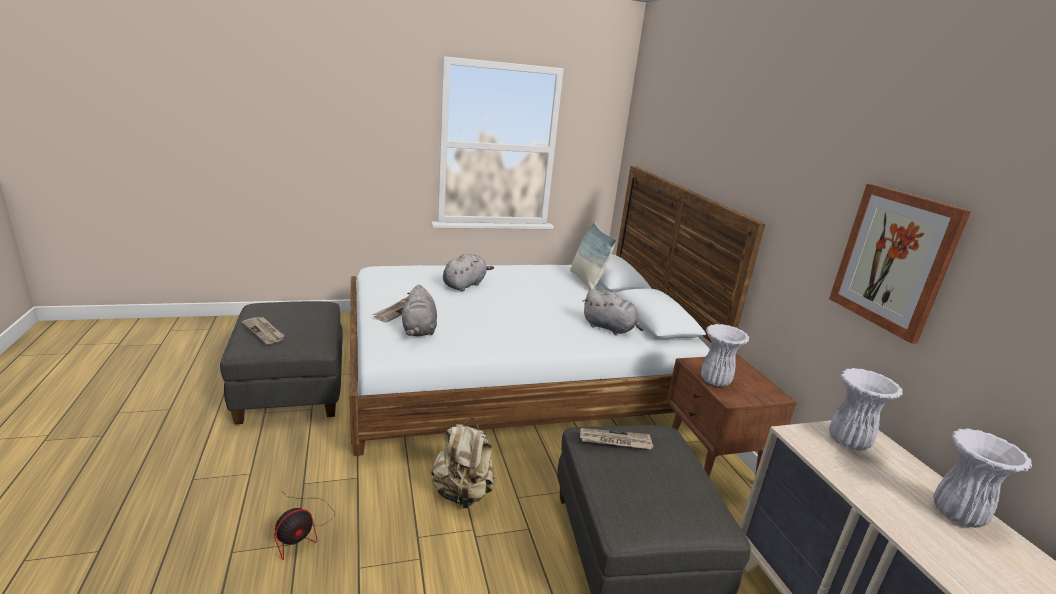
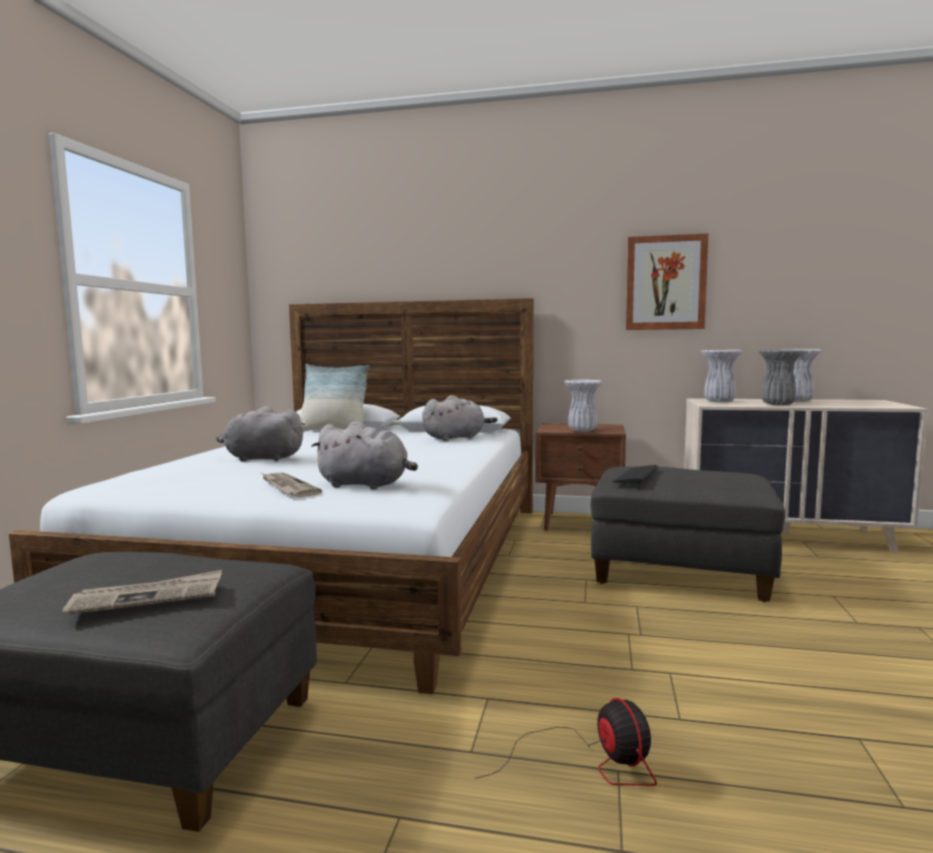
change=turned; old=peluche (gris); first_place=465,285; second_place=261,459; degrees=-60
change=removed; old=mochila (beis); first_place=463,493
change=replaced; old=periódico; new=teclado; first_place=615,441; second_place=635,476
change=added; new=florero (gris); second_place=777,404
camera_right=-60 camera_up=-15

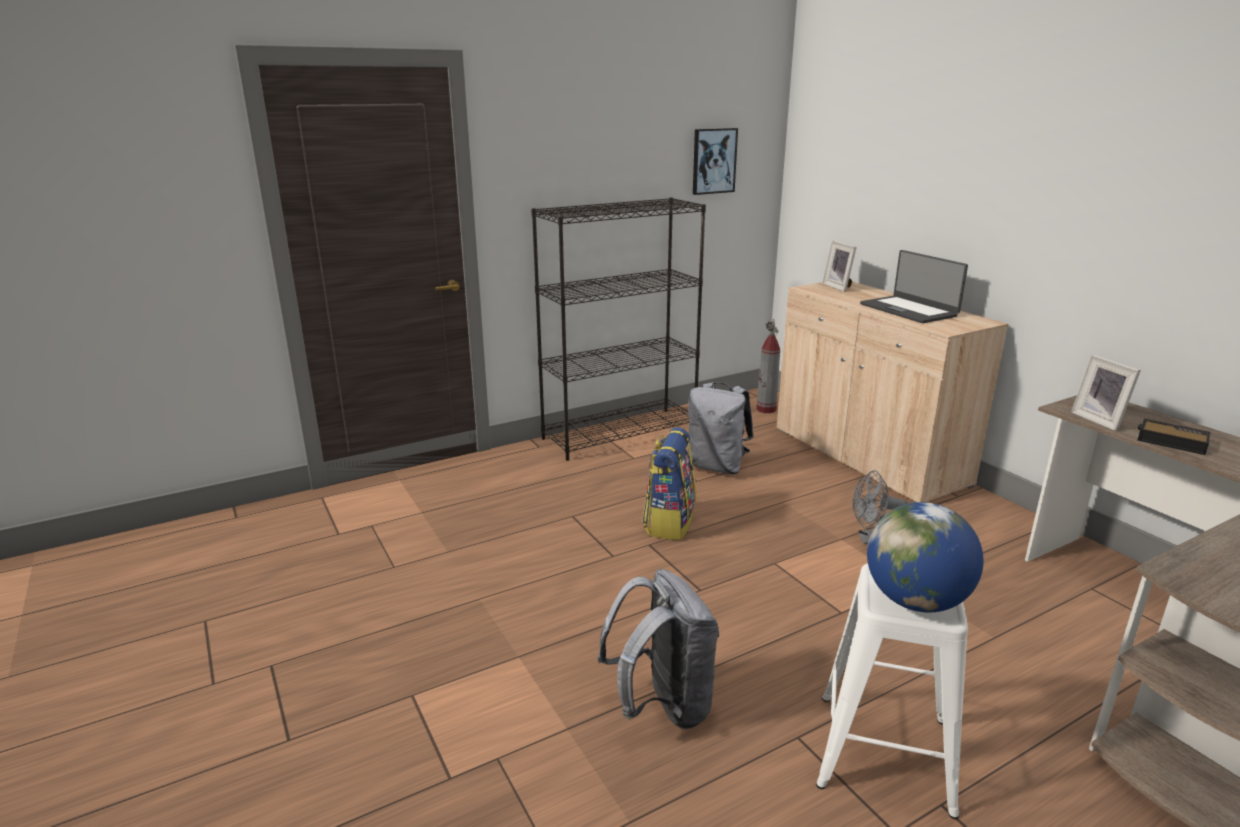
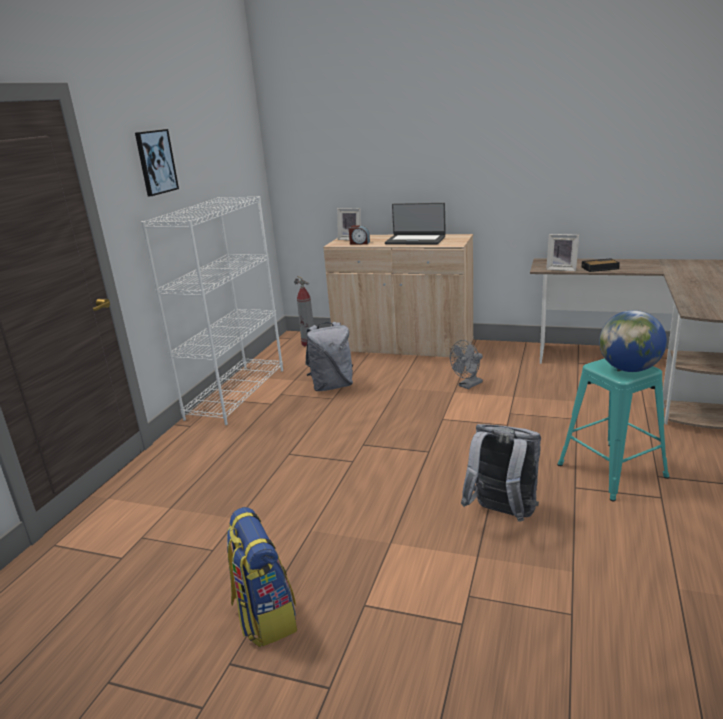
change=moved; old=cuadro; first_place=713,161; second_place=156,162
change=recoloured; old=estantería (negro); new=estantería (blanco); first_place=620,433; second_place=236,393
change=moved; old=mochila; first_place=668,522; second_place=264,615
change=recoloured; old=taburete (blanco); new=taburete (turquesa); first_place=882,752; second_place=611,471
change=added; new=despertador; second_place=359,243
camera_right=-40 camera_up=0

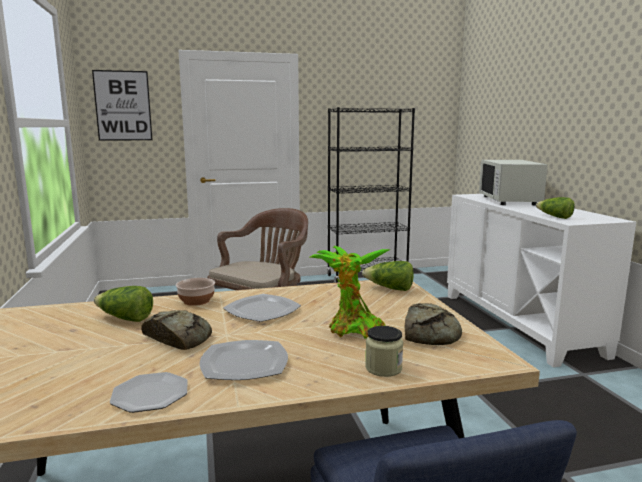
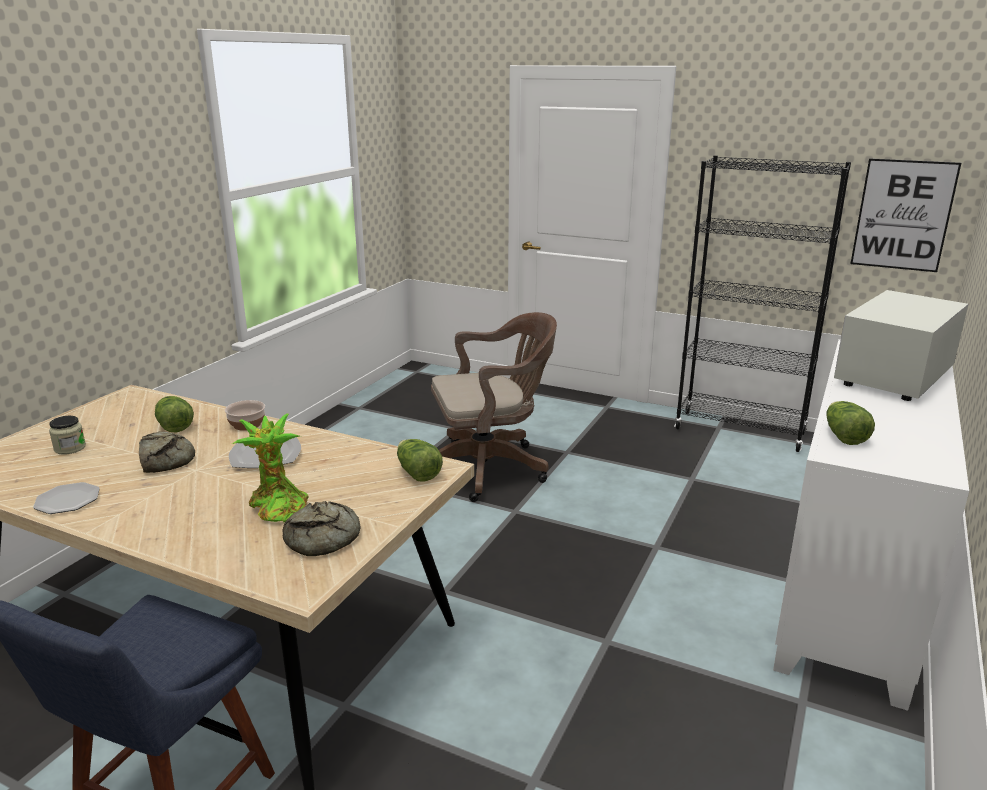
change=moved; old=cuadro; first_place=123,106; second_place=903,215
change=moved; old=tarro; first_place=383,368; second_place=70,448
change=removed; old=plato; first_place=245,363
camera_right=40 camera_up=10

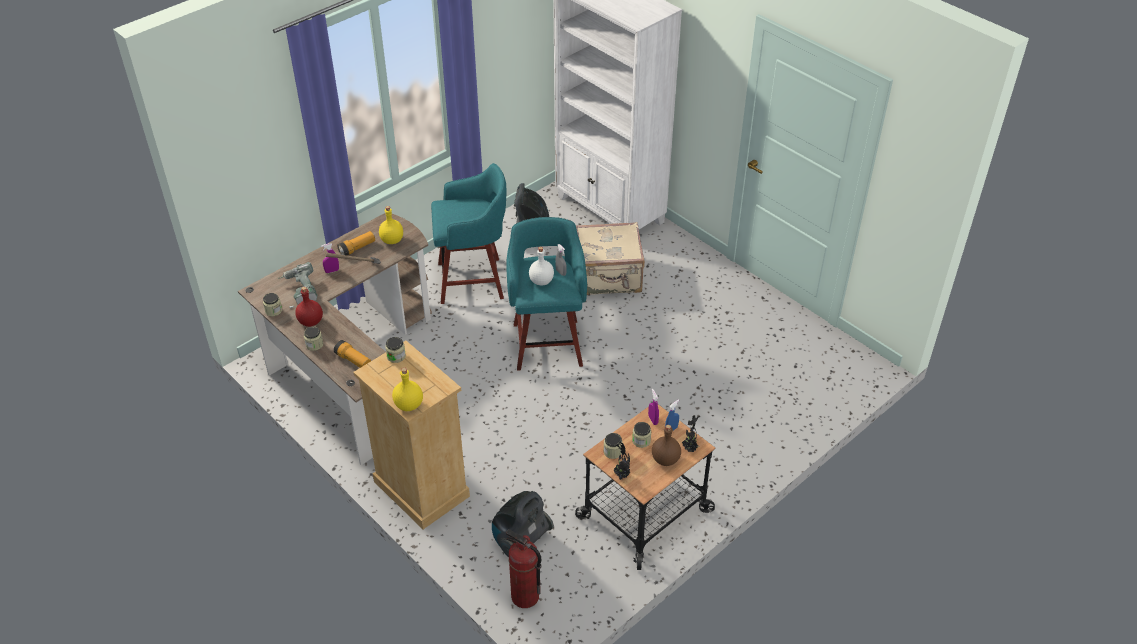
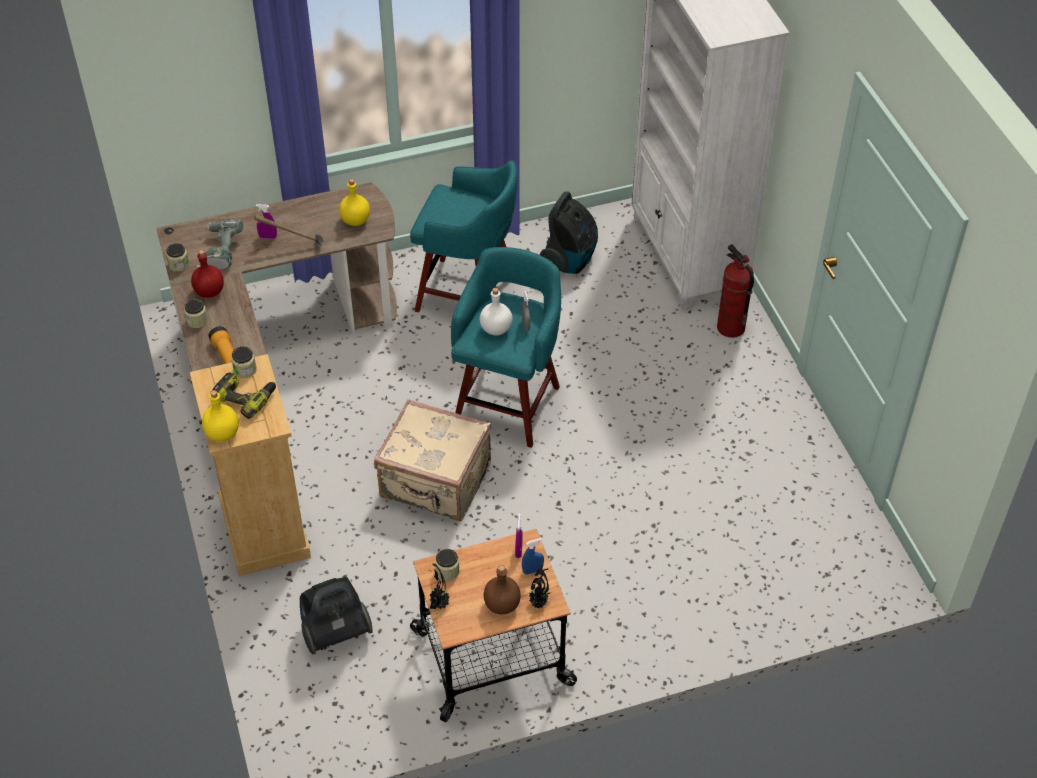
change=moved; old=maleta (beis); first_place=609,277; second_place=435,483
change=removed; old=linterna; first_place=357,248
change=removed; old=tarro; first_place=641,440
change=moved; old=extintor; first_place=525,596; second_place=730,327
change=added; new=taladro; second_place=246,398
camera_right=25 camera_up=5

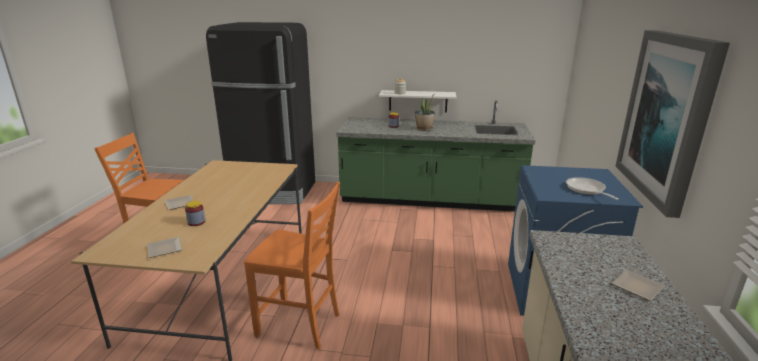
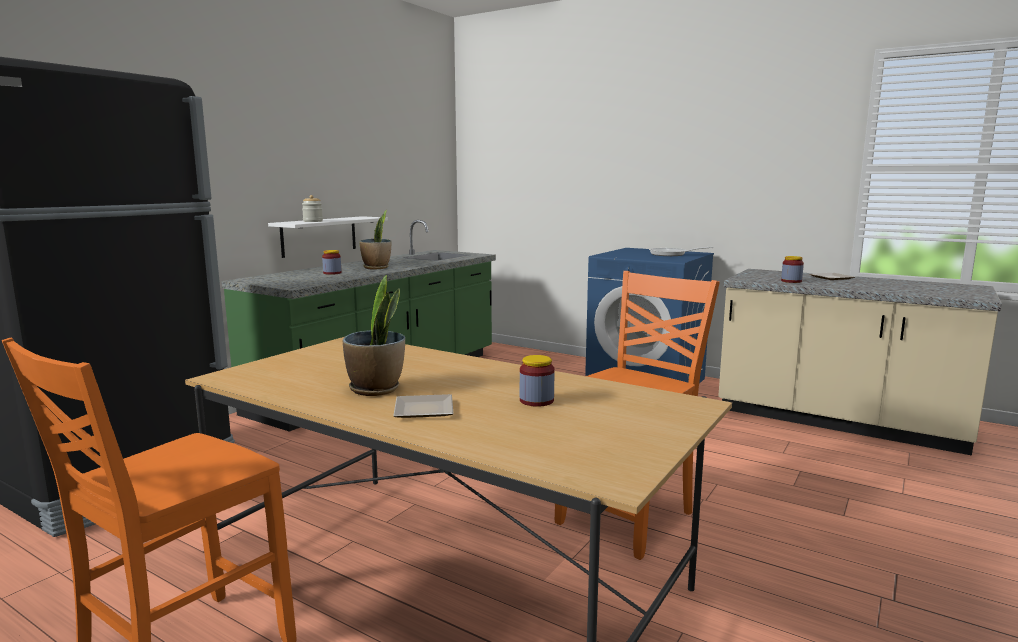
change=removed; old=cuadro; first_place=667,117
change=removed; old=plato; first_place=165,248
change=added; new=tarro; second_place=791,281
change=added; new=planta en maceta; second_place=376,389
camera_right=-65 camera_up=-10

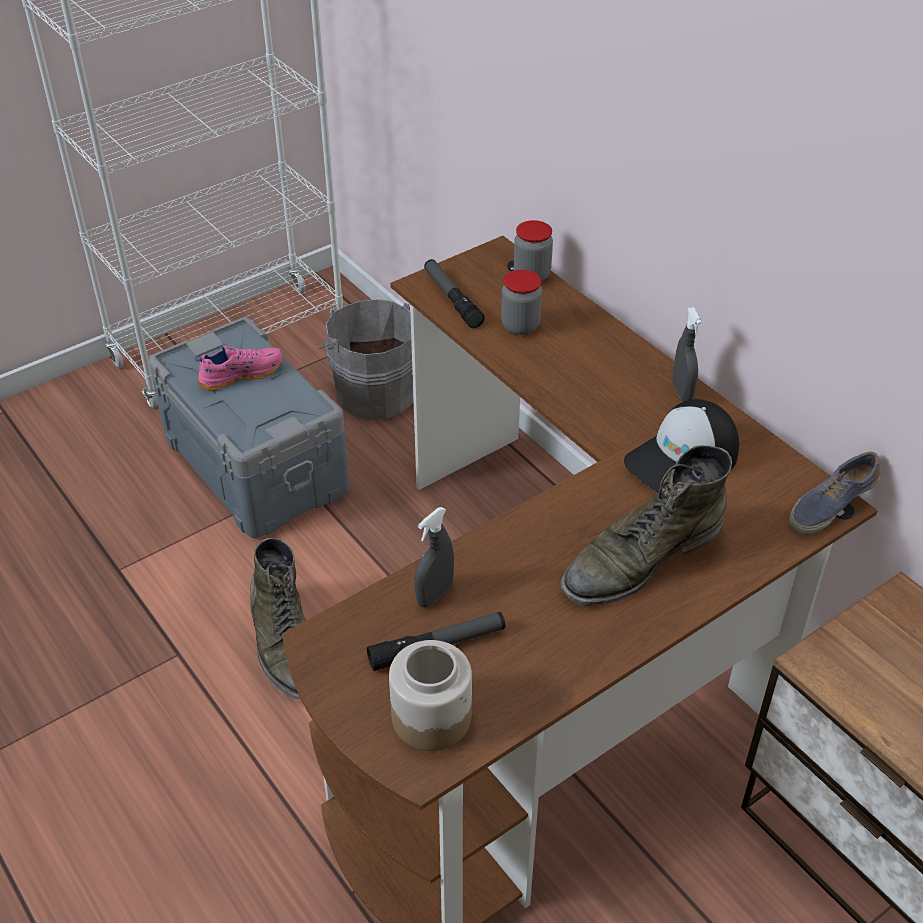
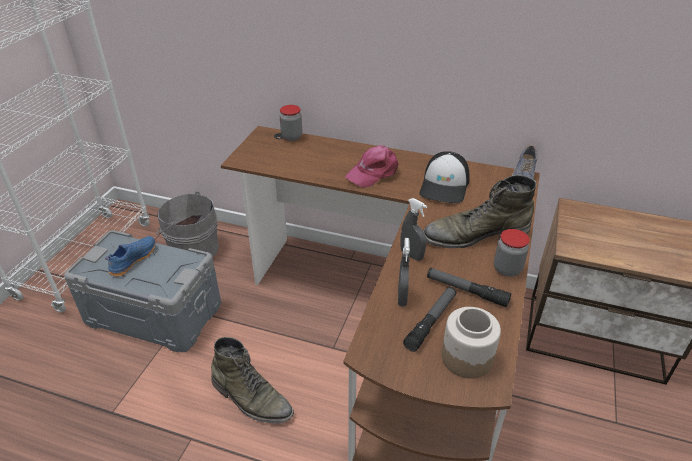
change=moved; old=linterna; first_place=452,299; second_place=466,291
change=moved; old=tarro; first_place=520,326; second_place=507,269
change=moved; old=pulverizador (gris); first_place=682,391; second_place=411,255
change=recoloured; old=zapato (rosa); new=zapato (azul); first_place=241,374; second_place=132,260
change=turned; old=bota (verde); first_place=640,558; second_place=475,234; degrees=60
change=added; new=gorra (rosa); second_place=373,172
camera_right=-35 camera_up=-5

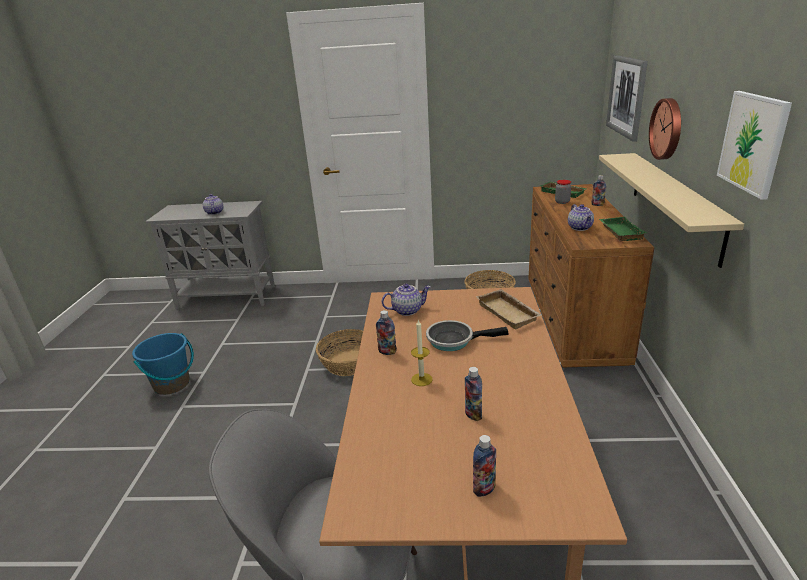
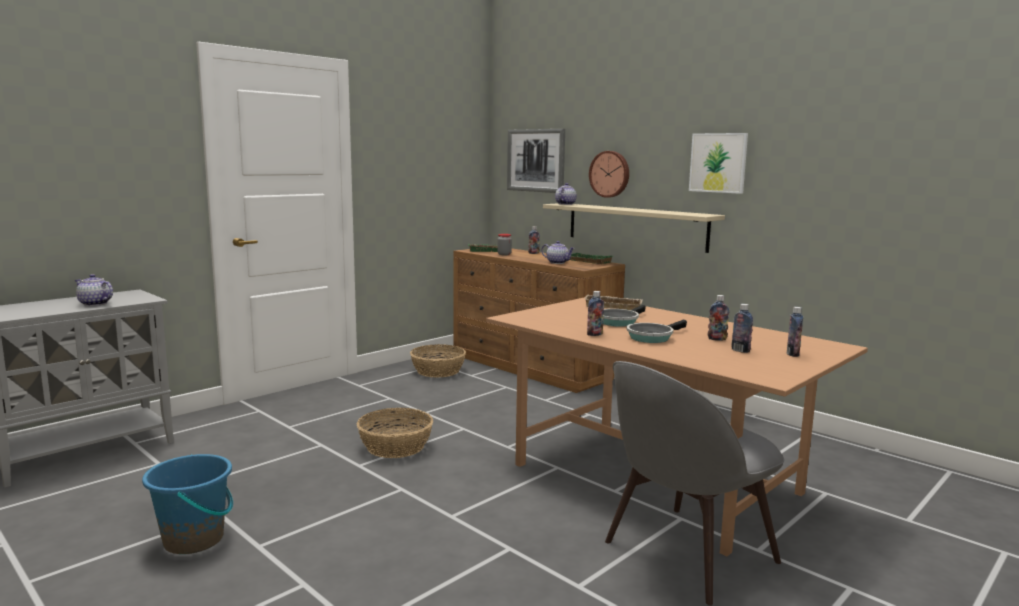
change=moved; old=tetera; first_place=407,310; second_place=565,204
change=replaced; old=vela; new=sartén; first_place=421,379; second_place=652,337
change=added; new=botella; second_place=740,350
camera_right=-50 camera_up=-15

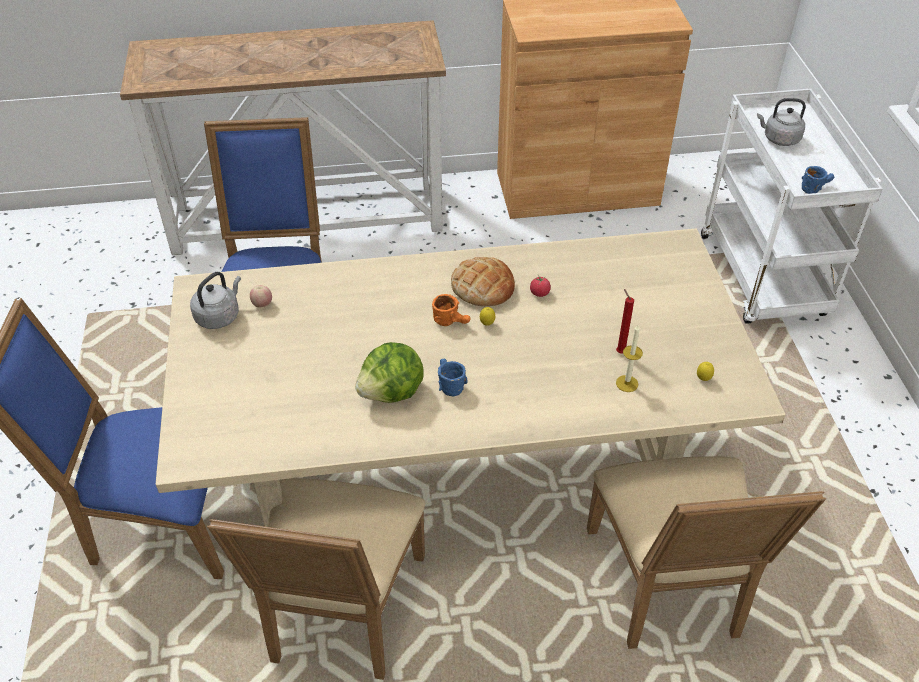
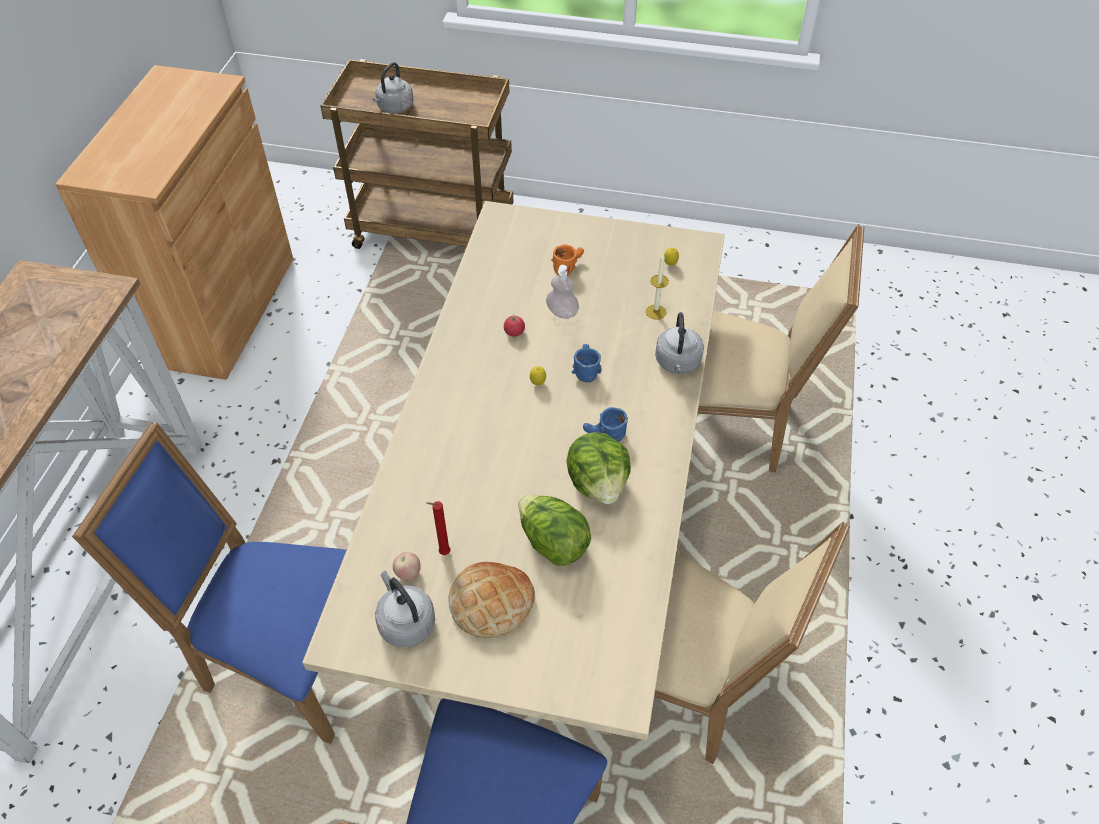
change=recoloured; old=carrito (blanco); new=carrito (marrón); first_place=764,278; second_place=434,231
change=moved; old=taza grande (azul); first_place=815,187; second_place=584,369
change=moved; old=pan; first_place=483,286; second_place=491,602
change=moved; old=vela (rojo); first_place=619,351; second_place=442,553
change=moved; old=taza grande (naranja); first_place=452,321; second_place=568,266
change=added; new=dispensador de jabón; second_place=562,312
change=added; new=hervidor (gris); second_place=677,363
change=added; new=lechuga; second_place=552,543
camera_right=-70 camera_up=5

